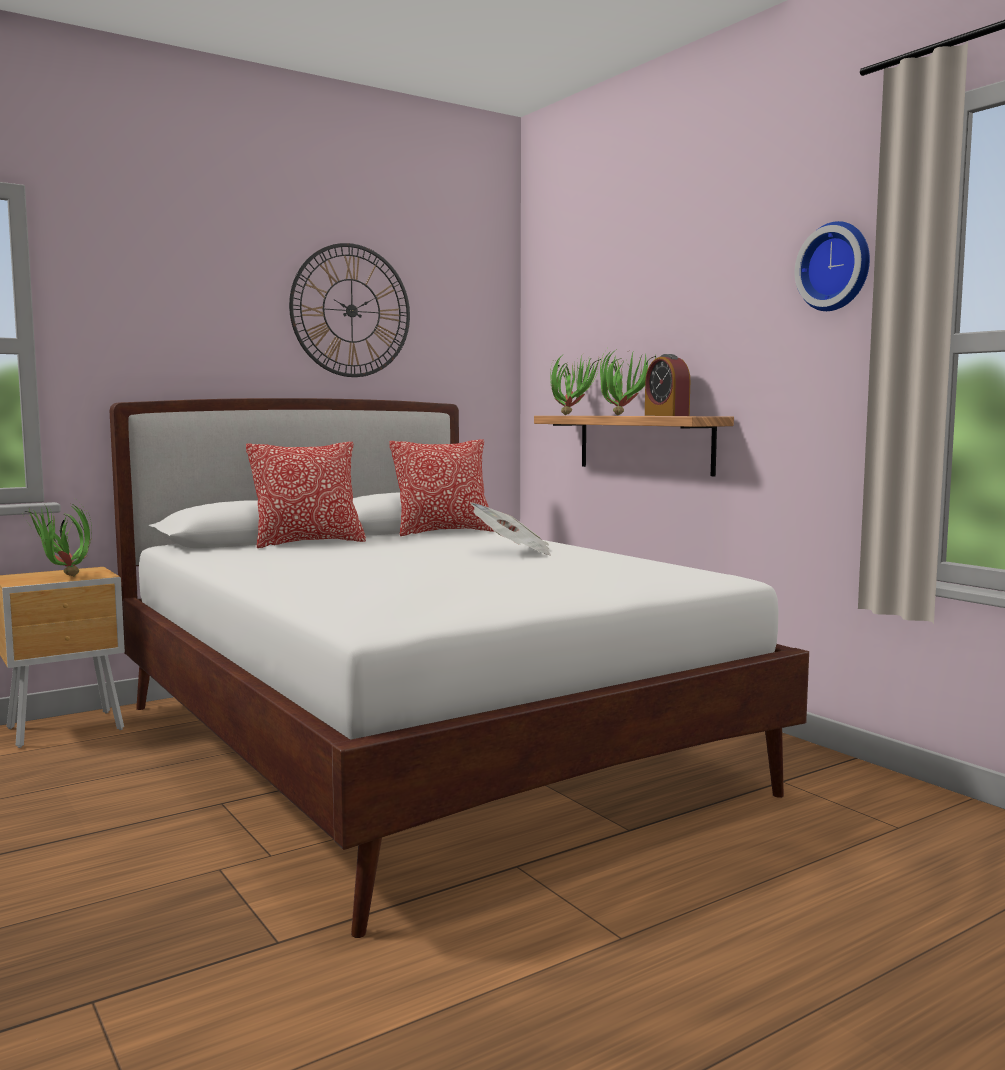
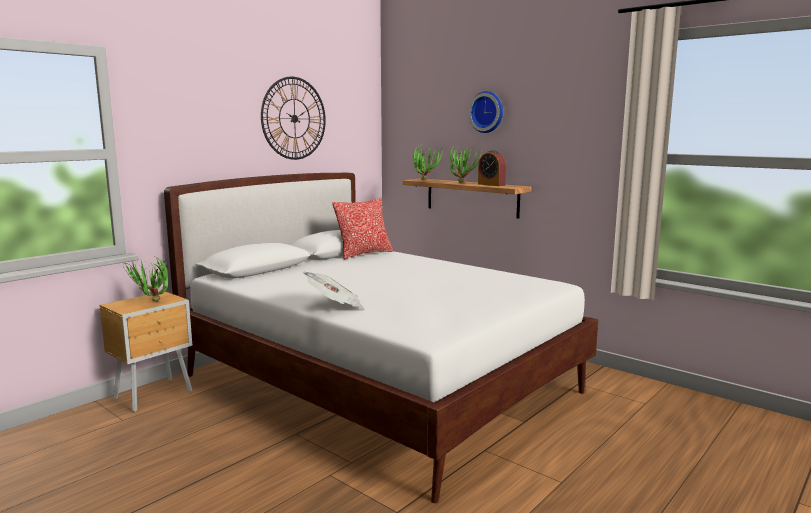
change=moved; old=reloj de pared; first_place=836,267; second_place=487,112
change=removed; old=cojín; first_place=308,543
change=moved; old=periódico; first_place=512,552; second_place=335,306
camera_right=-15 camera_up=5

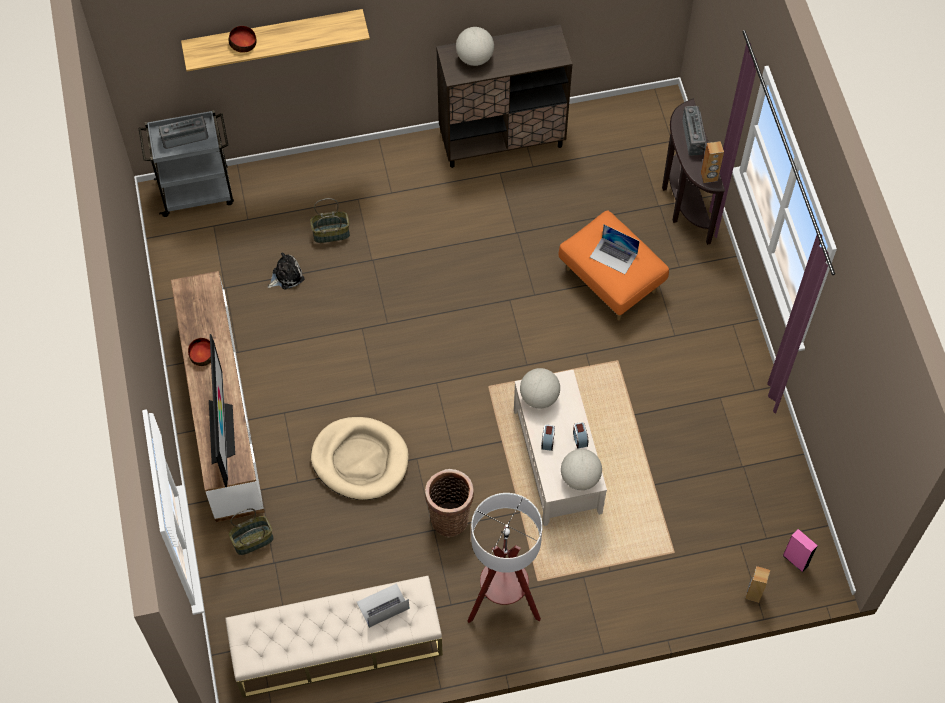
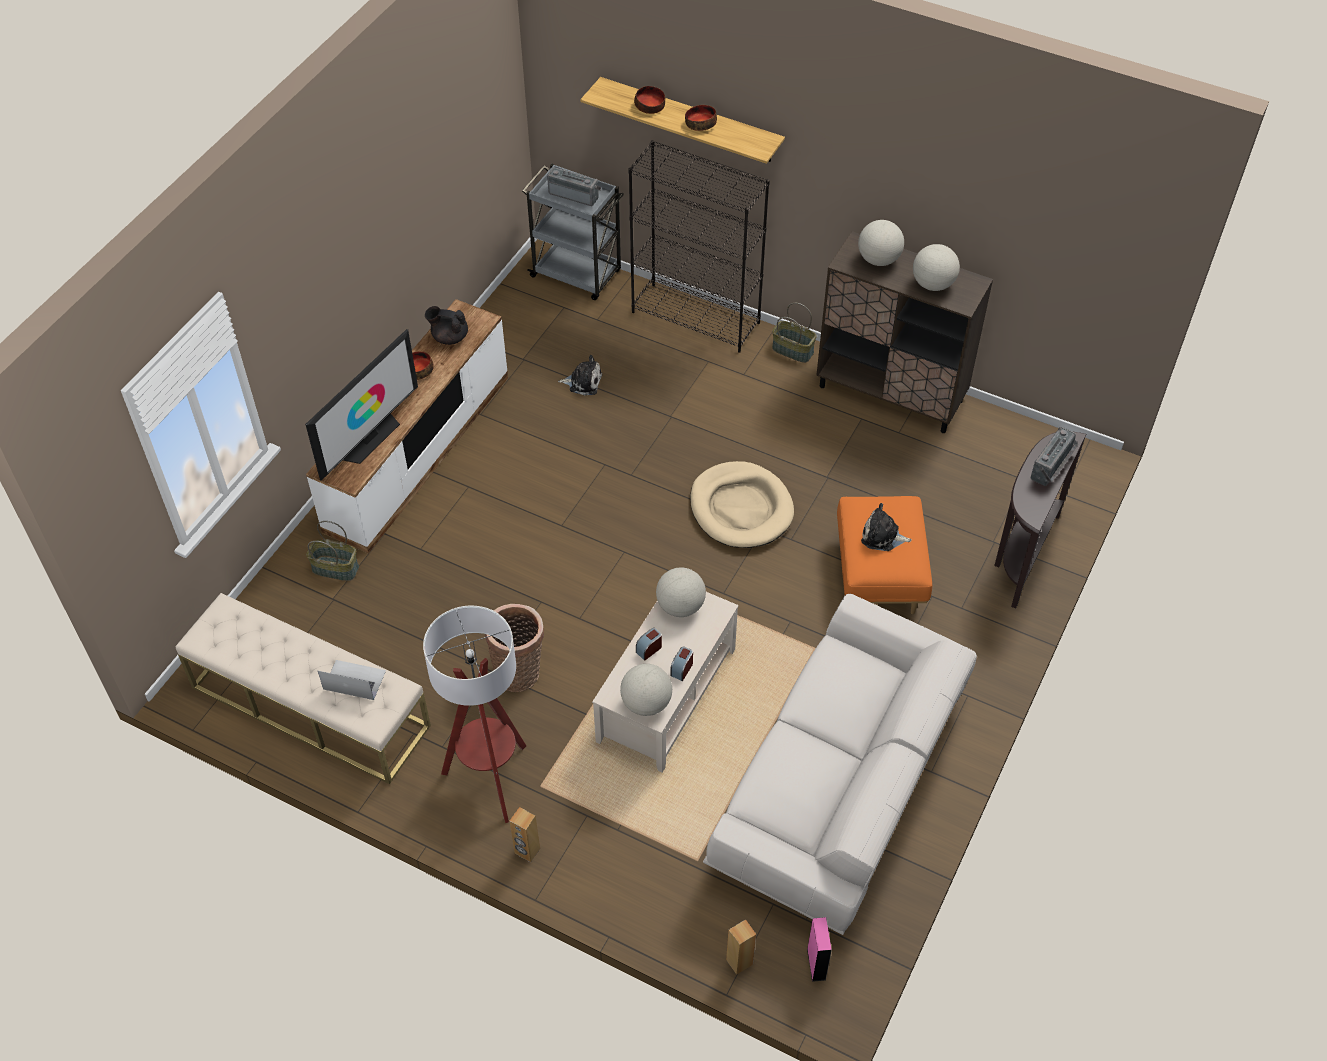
change=moved; old=altavoz (marrón); first_place=709,177; second_place=527,851
change=moved; old=cesta; first_place=331,233; second_place=793,350
change=replaced; old=portátil; new=peluche; first_place=613,255; second_place=882,536
change=moved; old=cama para perro (beis); first_place=360,460; second_place=741,508
change=added; new=cuenco; second_place=701,123
change=added; new=estantería (negro); second_place=696,317
change=added; new=globo terráqueo; second_place=933,284
change=added; new=tetera (negro); second_place=449,337
change=added; new=sofá (blanco); second_place=840,787
camera_right=40 camera_up=-10

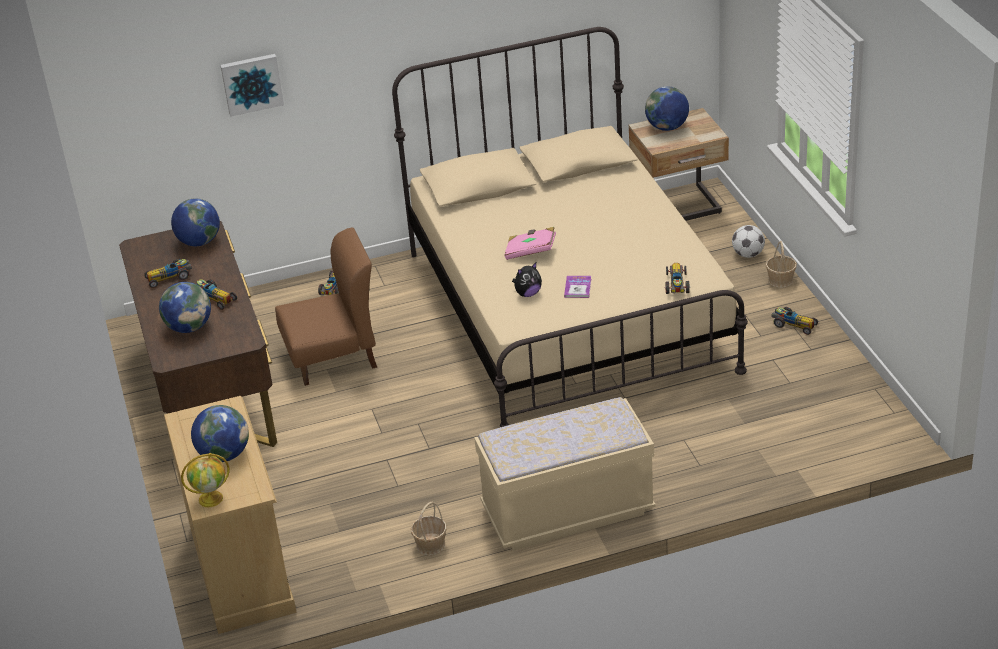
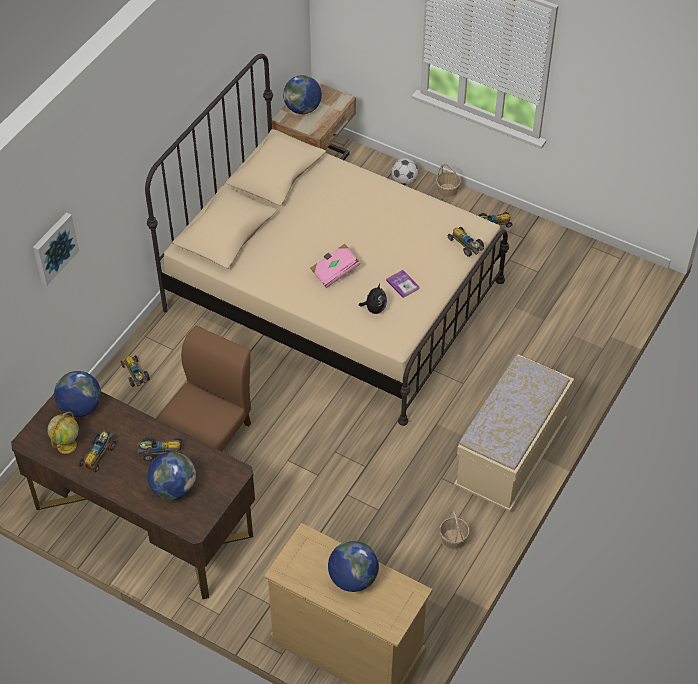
change=moved; old=globo terráqueo; first_place=211,498; second_place=67,445
camera_right=-45 camera_up=15

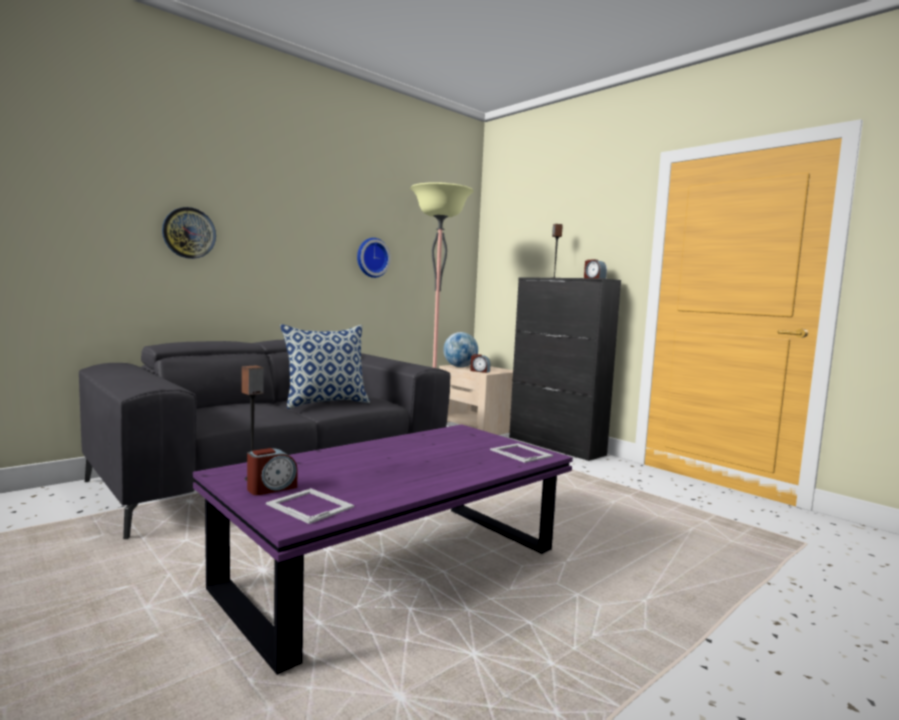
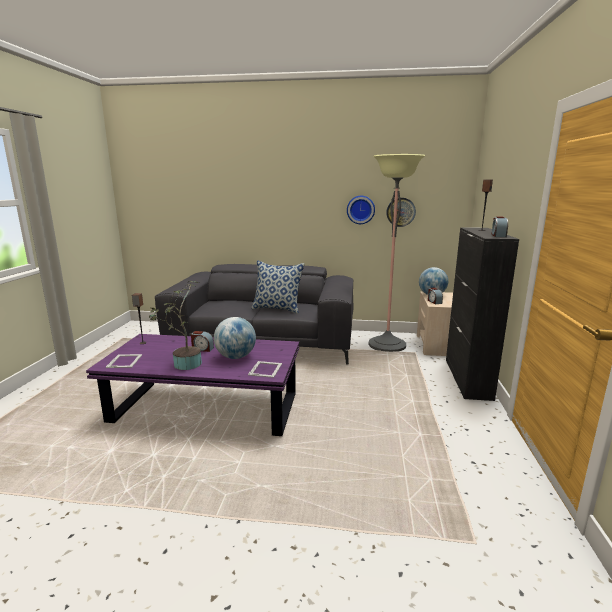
change=moved; old=reloj de pared; first_place=189,233; second_place=400,212
change=moved; old=despertador; first_place=271,488; second_place=202,349
change=added; new=planta en maceta; second_place=184,364
change=added; new=globo terráqueo; second_place=236,357
camera_right=50 camera_up=10

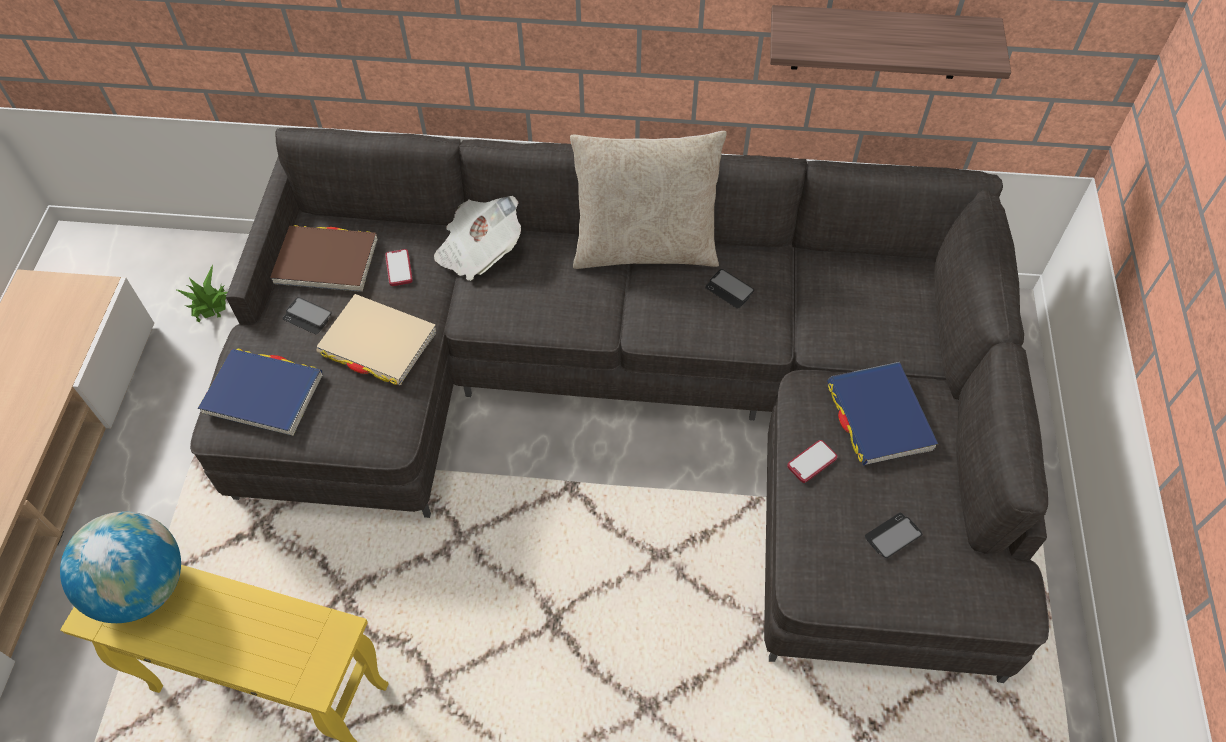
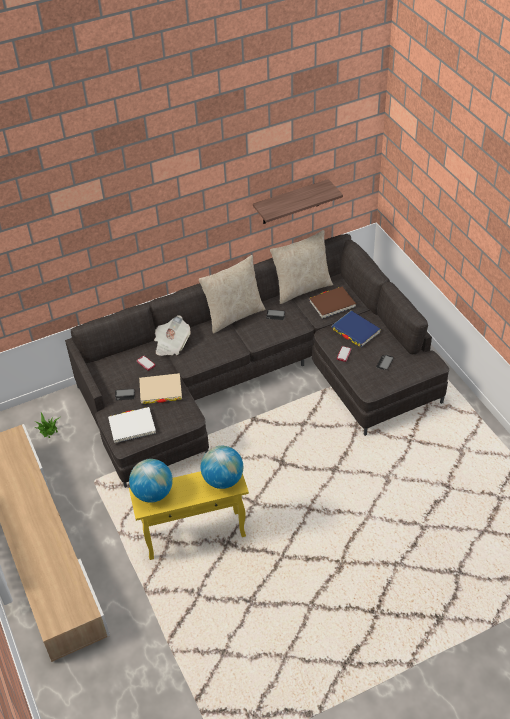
change=moved; old=libro (marrón); first_place=326,261; second_place=332,304
change=recoloured; old=libro (azul); new=libro (blanco); first_place=263,394; second_place=132,426
change=added; new=cojín (beis); second_place=301,288
change=added; new=globo terráqueo; second_place=223,480
camera_right=-30 camera_up=-10

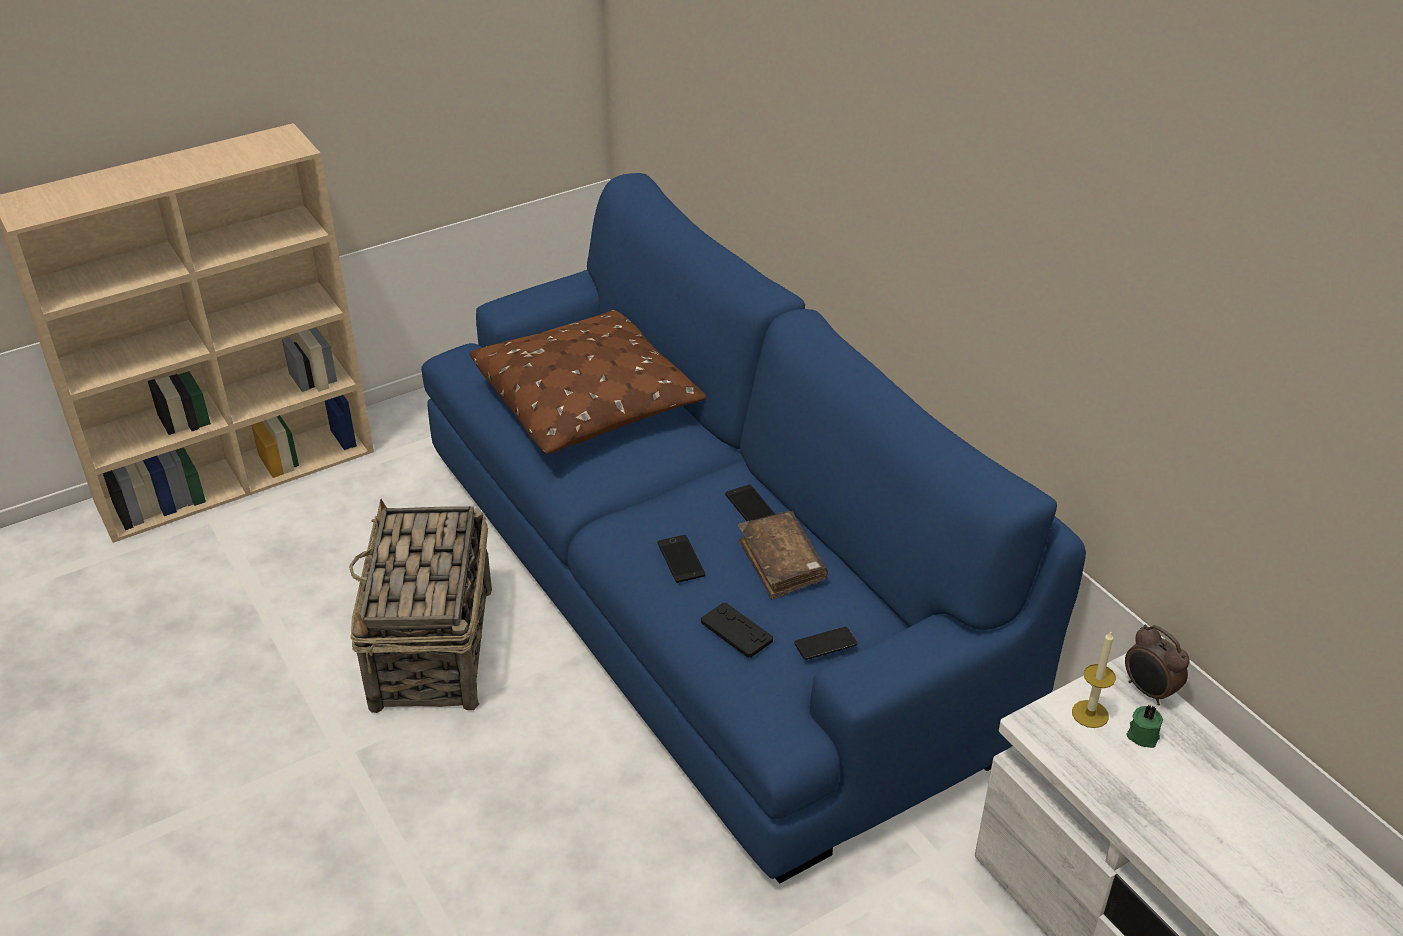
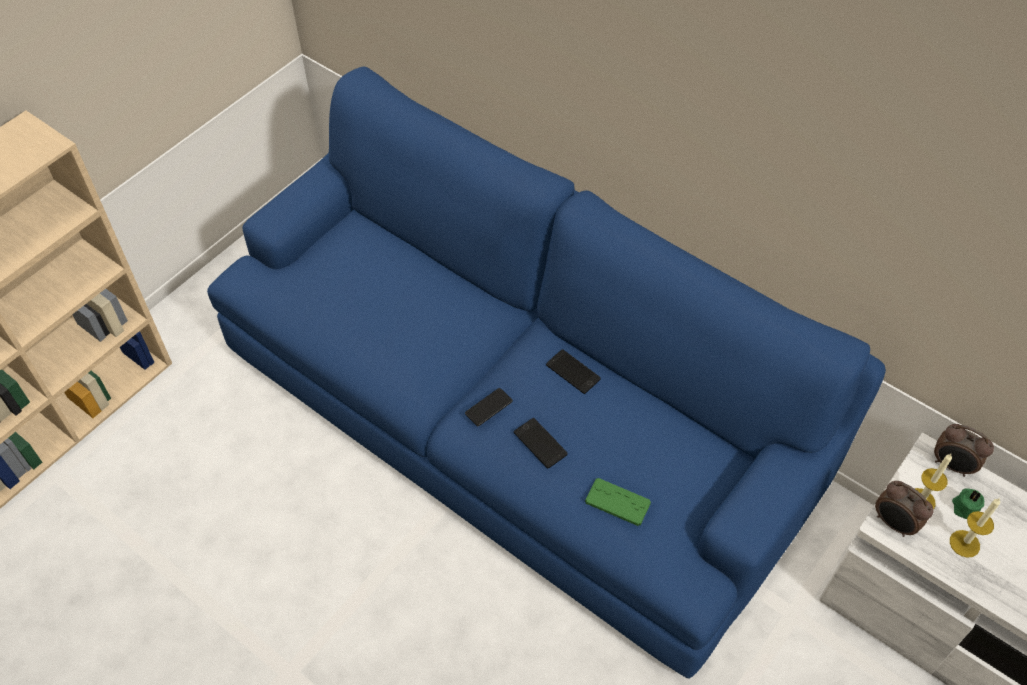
change=removed; old=cojín (marrón); first_place=589,399
change=removed; old=cesta; first_place=432,649
change=removed; old=libro (marrón); first_place=781,563
change=recoloured; old=mando de consola (negro); new=mando de consola (verde); first_place=736,631; second_place=617,502
change=moved; old=móvil; first_place=825,644; second_place=488,407
change=added; new=despertador; second_place=893,524
change=added; new=vela; second_place=964,543
camera_right=-20 camera_up=15

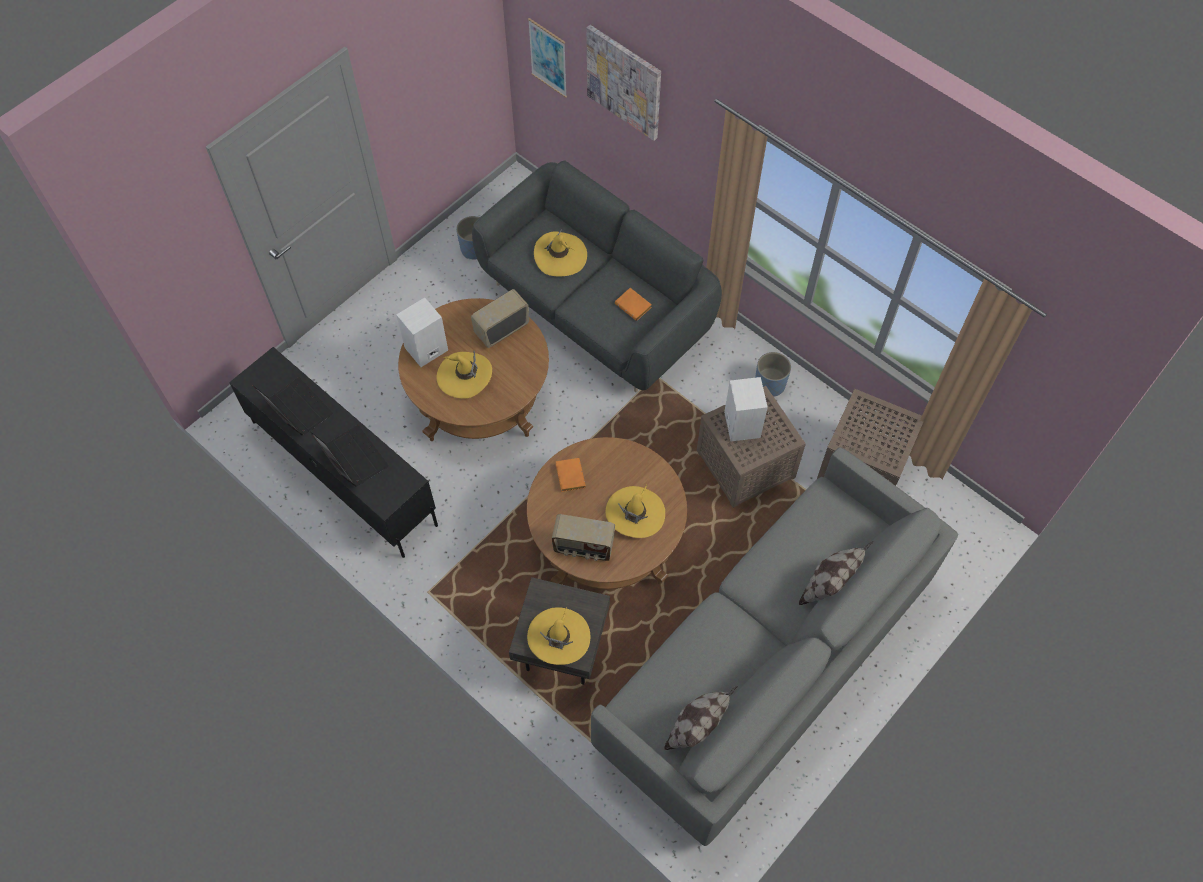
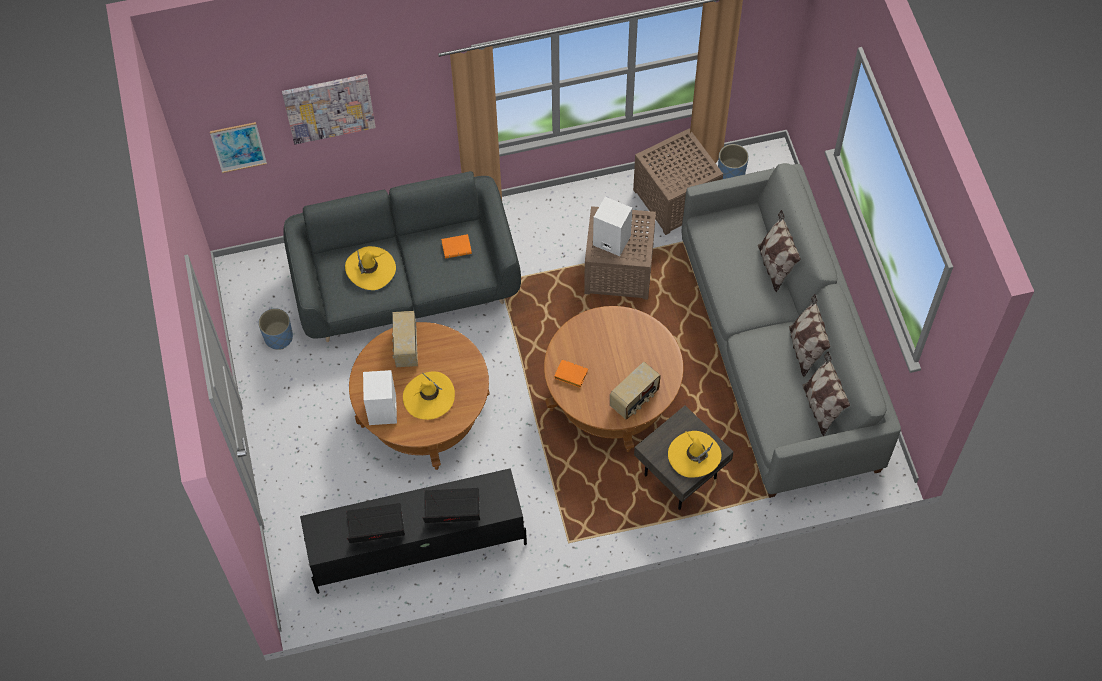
change=moved; old=maceta (azul); first_place=770,384; second_place=731,173
change=removed; old=sombrero (amarillo); first_place=635,513
change=added; new=cojín; second_place=805,349
camera_right=-55 camera_up=0

